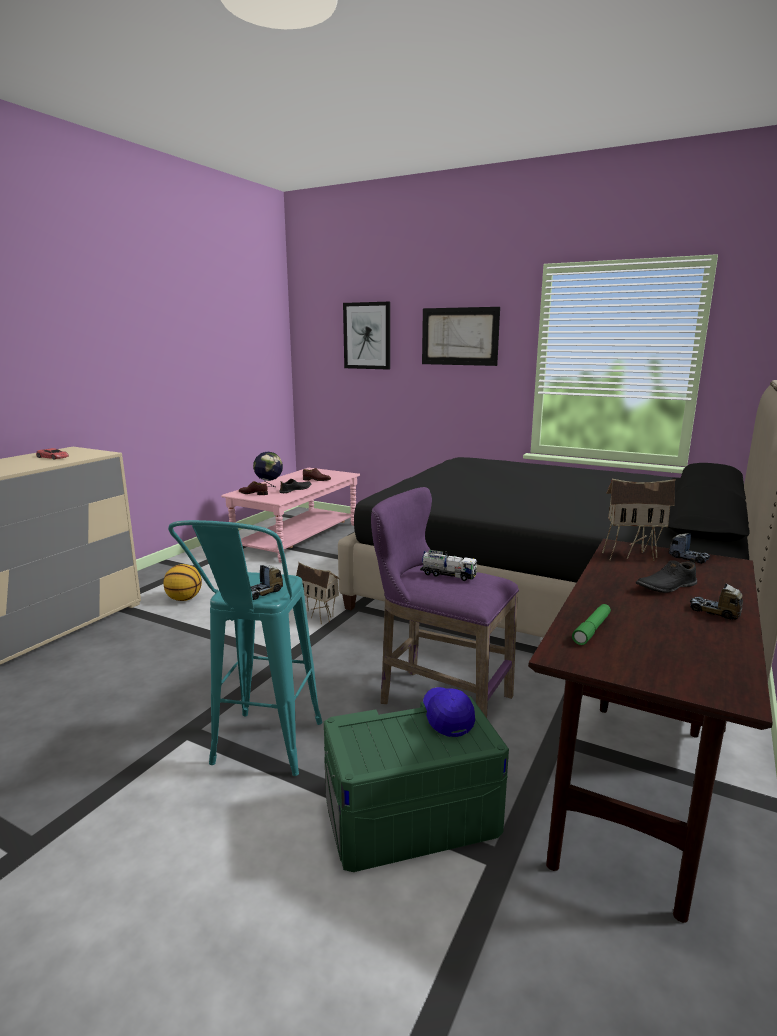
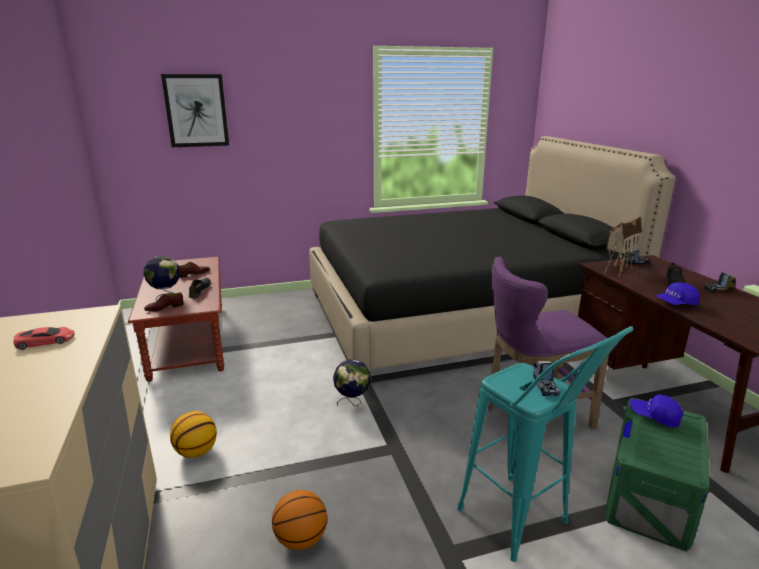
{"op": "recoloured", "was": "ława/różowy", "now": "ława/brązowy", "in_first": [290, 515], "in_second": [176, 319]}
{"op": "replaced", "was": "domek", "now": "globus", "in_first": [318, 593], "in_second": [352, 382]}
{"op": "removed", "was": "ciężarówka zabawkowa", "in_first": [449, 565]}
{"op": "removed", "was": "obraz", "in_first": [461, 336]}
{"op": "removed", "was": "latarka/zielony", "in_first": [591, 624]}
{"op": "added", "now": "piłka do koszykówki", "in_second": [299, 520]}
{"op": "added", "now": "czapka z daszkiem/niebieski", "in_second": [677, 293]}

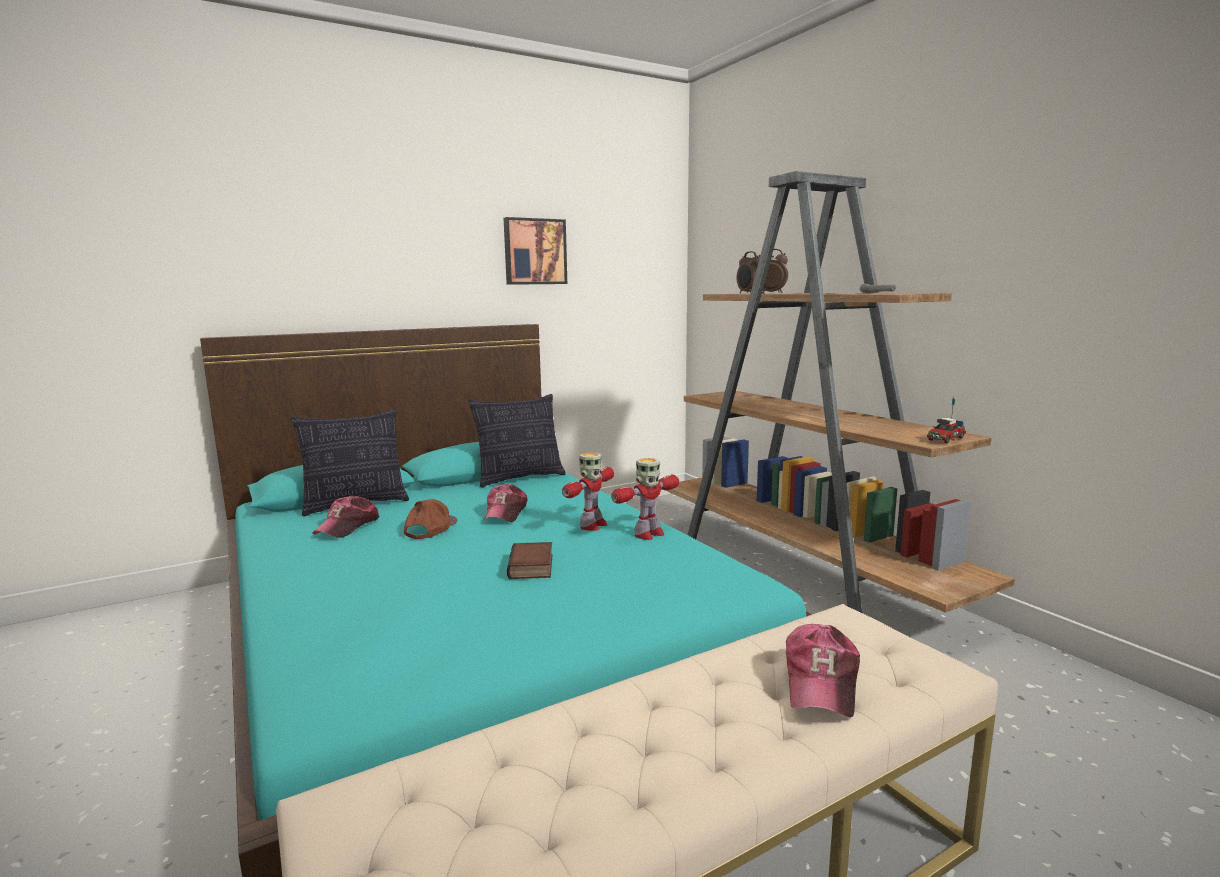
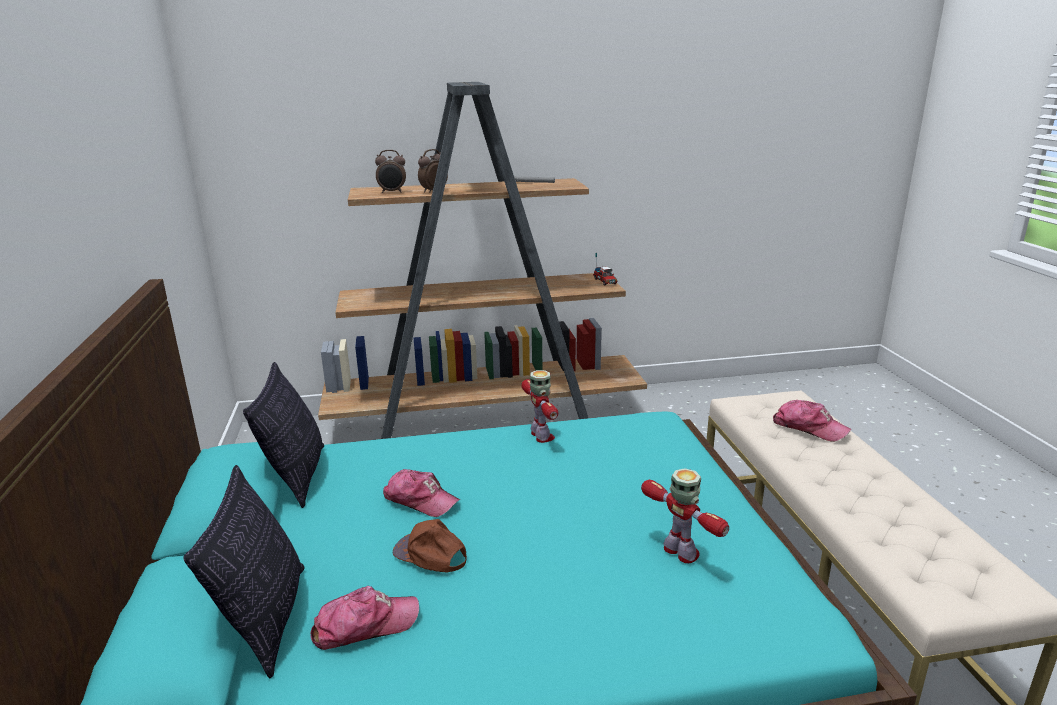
{"op": "turned", "was": "czapka z daszkiem", "in_first": [346, 517], "in_second": [364, 618], "clockwise": -60}
{"op": "removed", "was": "obraz", "in_first": [535, 251]}
{"op": "removed", "was": "książka", "in_first": [530, 560]}
{"op": "moved", "was": "robot zabawkowy", "in_first": [588, 491], "in_second": [685, 515]}

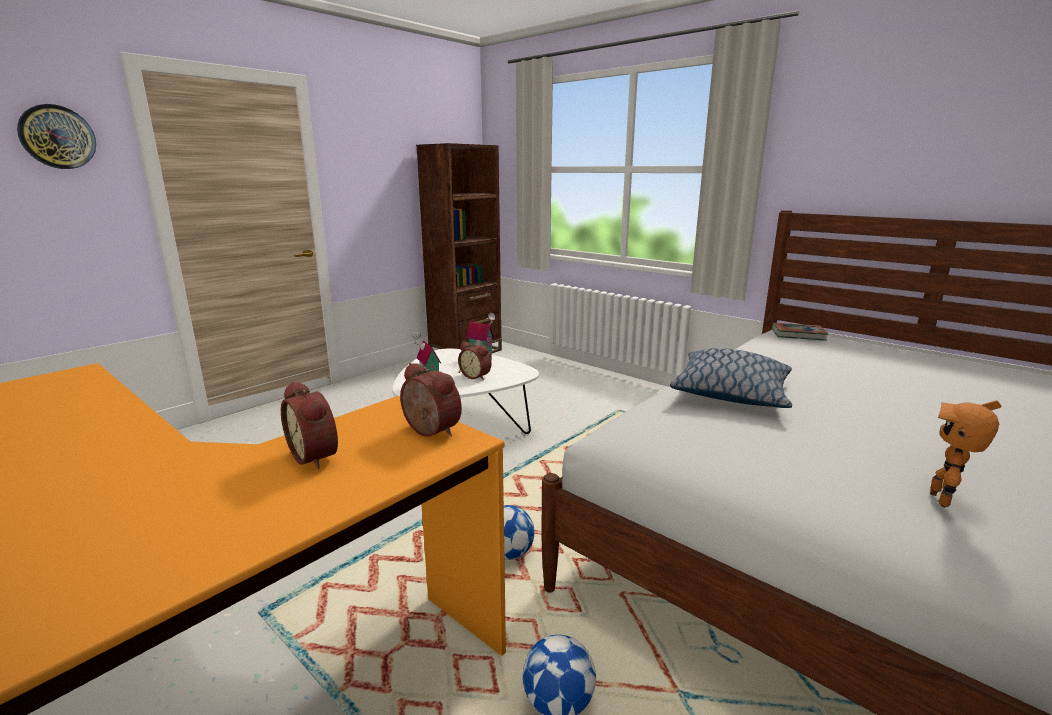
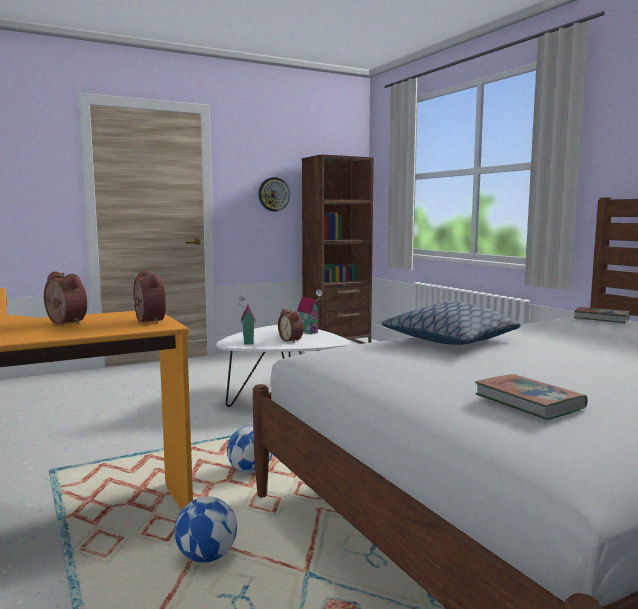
{"op": "moved", "was": "zegar ścienny", "in_first": [56, 136], "in_second": [274, 194]}
{"op": "turned", "was": "budzik", "in_first": [309, 425], "in_second": [65, 298], "clockwise": 150}
{"op": "replaced", "was": "robot zabawkowy", "now": "książka", "in_first": [965, 454], "in_second": [531, 397]}

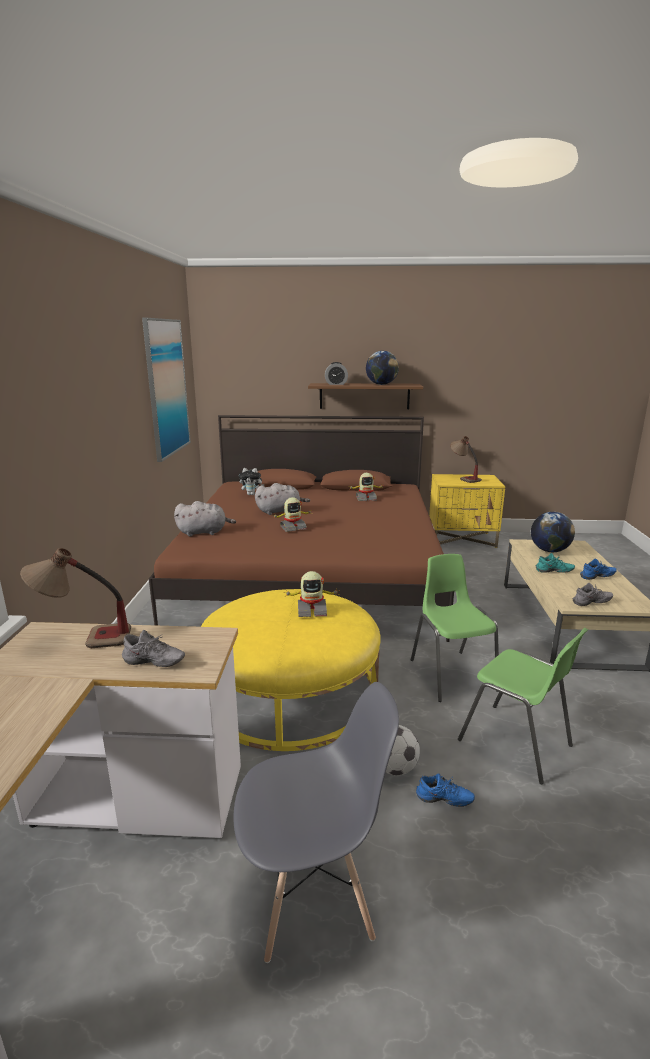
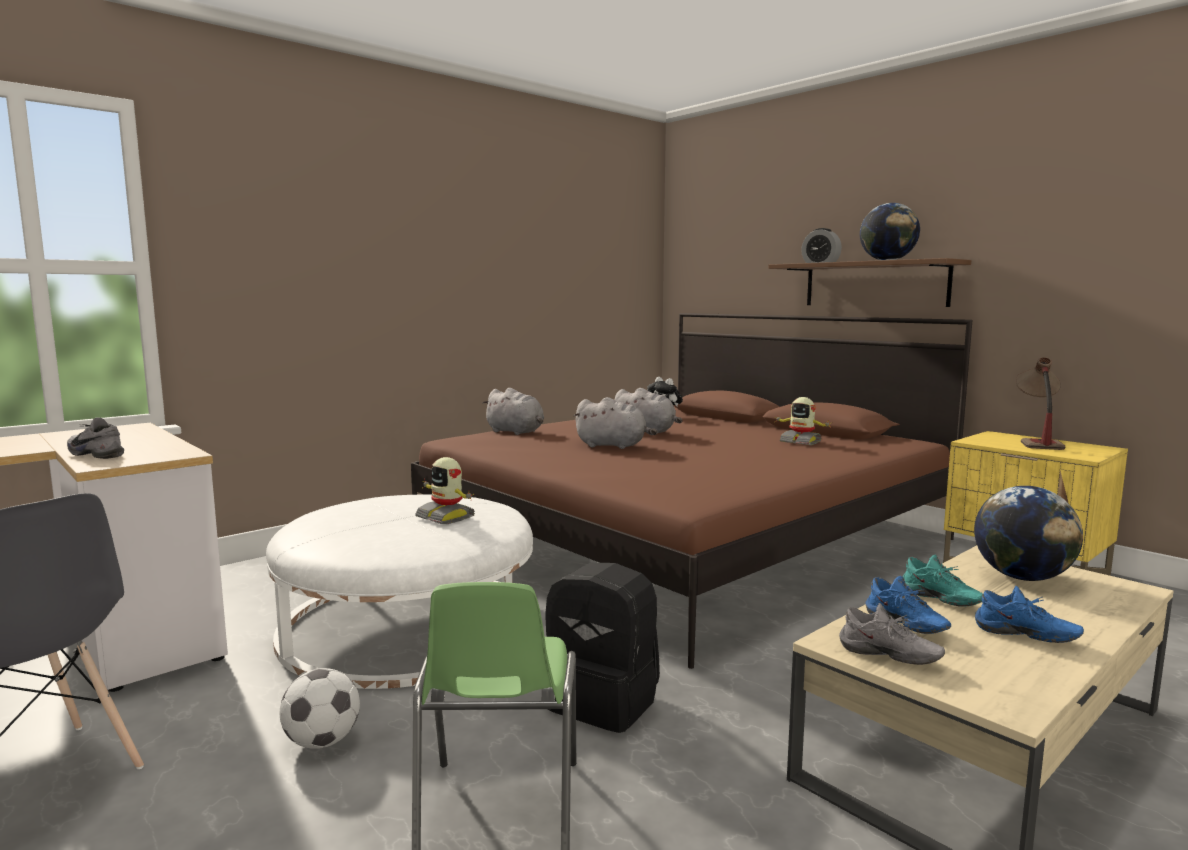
{"op": "removed", "was": "lampa stołowa", "in_first": [75, 598]}
{"op": "turned", "was": "but/szary", "in_first": [153, 648], "in_second": [95, 438], "clockwise": 150}
{"op": "removed", "was": "obraz", "in_first": [166, 390]}
{"op": "recoloured", "was": "pufa/żółty", "now": "pufa/biały", "in_first": [291, 670], "in_second": [399, 592]}
{"op": "replaced", "was": "robot zabawkowy", "now": "pluszak/szary", "in_first": [292, 514], "in_second": [616, 423]}
{"op": "replaced", "was": "krzesło/zielony", "now": "plecak/czarny", "in_first": [455, 628], "in_second": [602, 648]}
{"op": "moved", "was": "but/niebieski", "in_first": [445, 790], "in_second": [908, 605]}

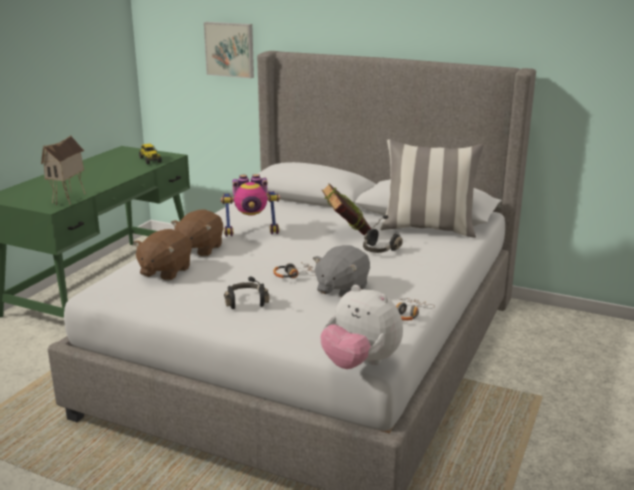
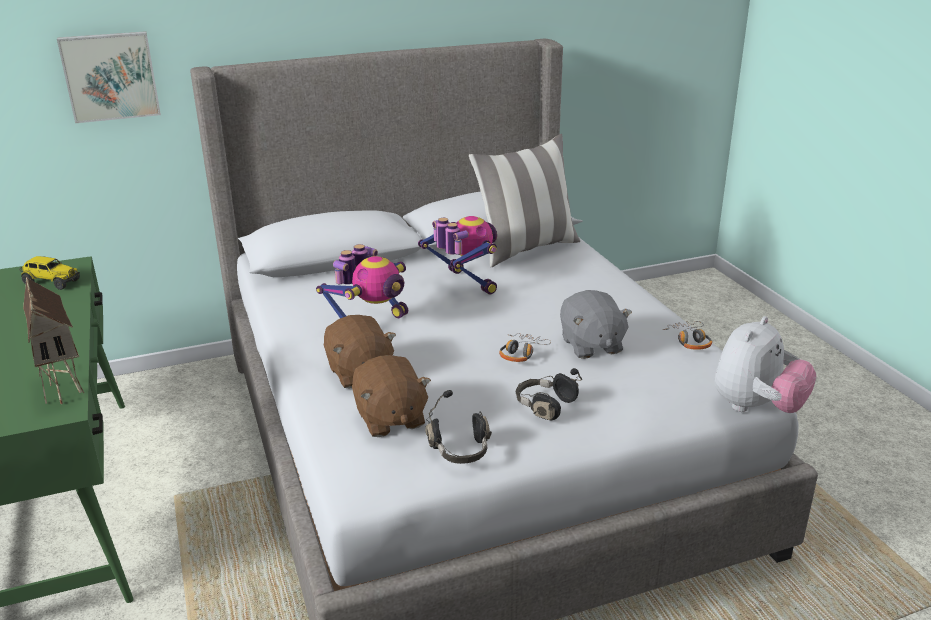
{"op": "turned", "was": "pluszak", "in_first": [362, 327], "in_second": [766, 364], "clockwise": -45}
{"op": "replaced", "was": "książka", "now": "robot zabawkowy", "in_first": [346, 209], "in_second": [457, 255]}
{"op": "moved", "was": "słuchawki/czarny", "in_first": [383, 234], "in_second": [458, 427]}

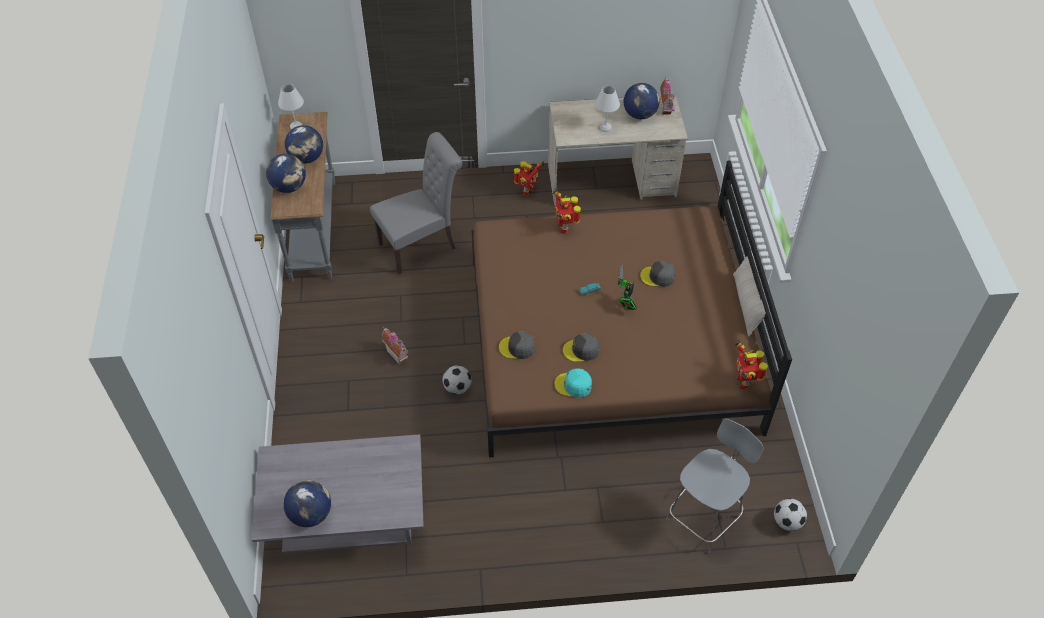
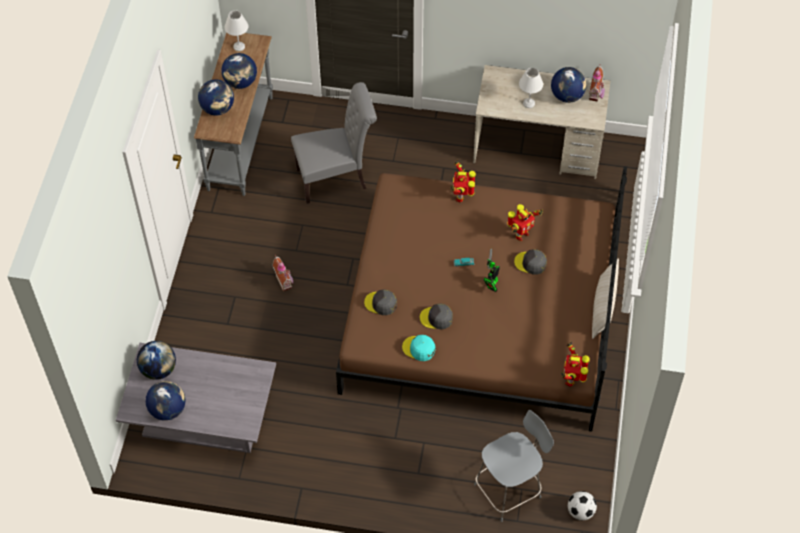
{"op": "removed", "was": "piłka futbolowa", "in_first": [457, 380]}
{"op": "moved", "was": "robot zabawkowy", "in_first": [529, 178], "in_second": [525, 222]}
{"op": "added", "now": "globus", "in_second": [156, 360]}

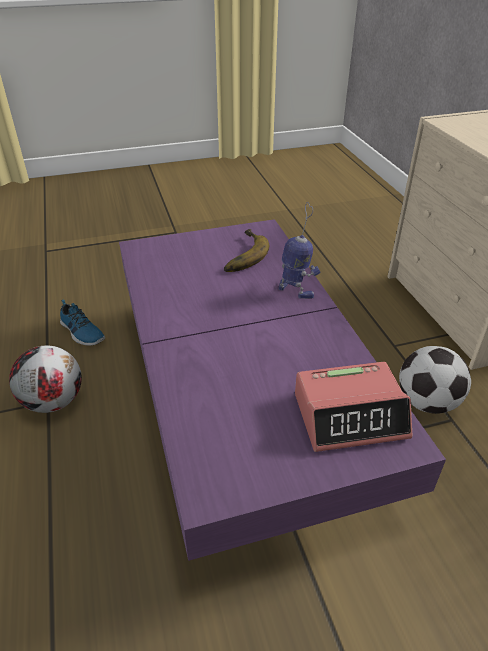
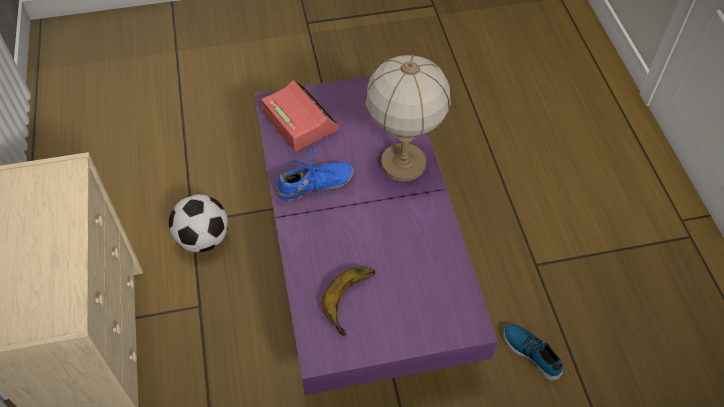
{"op": "removed", "was": "piłka futbolowa", "in_first": [45, 379]}
{"op": "removed", "was": "robot zabawkowy", "in_first": [299, 250]}
{"op": "turned", "was": "budzik", "in_first": [353, 407], "in_second": [300, 115], "clockwise": 60}
{"op": "added", "now": "but/niebieski", "in_second": [315, 174]}
{"op": "added", "now": "lampa stołowa", "in_second": [408, 118]}

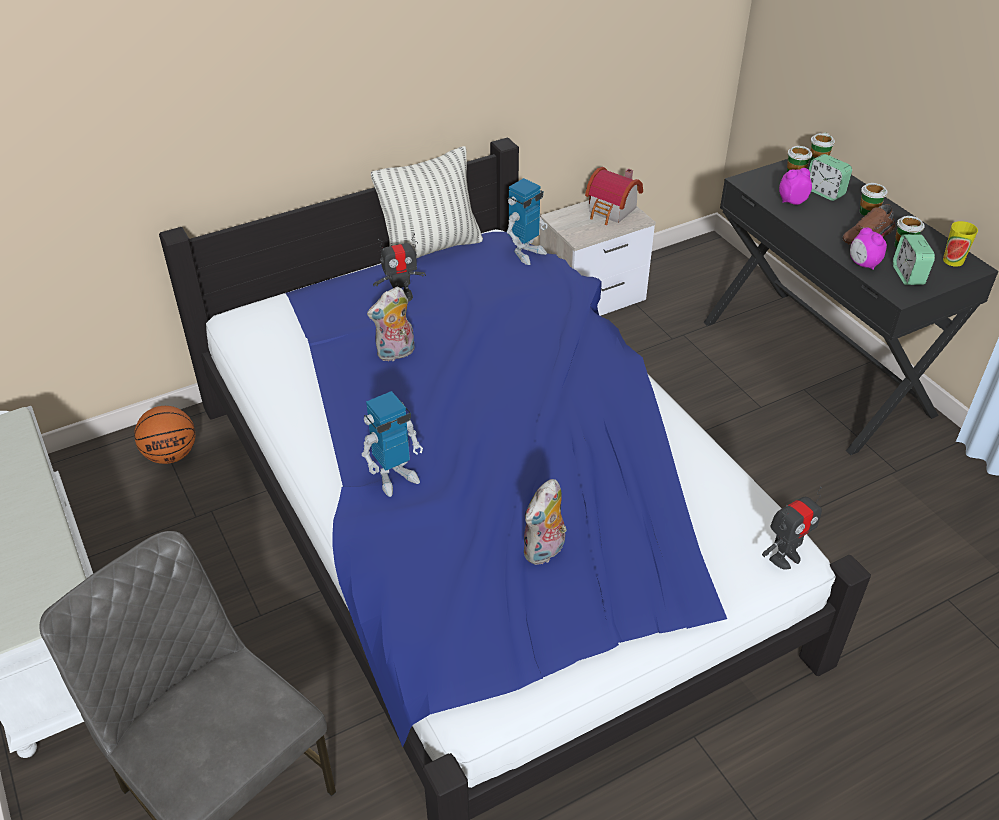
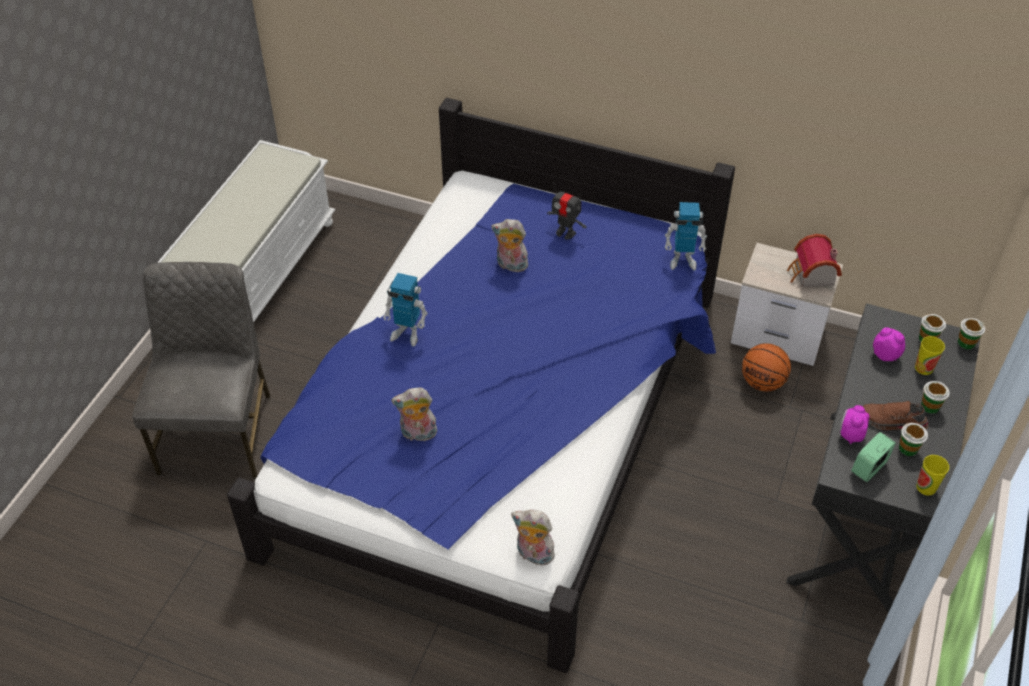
{"op": "moved", "was": "piłka do koszykówki", "in_first": [164, 435], "in_second": [766, 367]}
{"op": "removed", "was": "poduszka", "in_first": [427, 202]}
{"op": "replaced", "was": "robot zabawkowy", "now": "pluszak", "in_first": [792, 528], "in_second": [534, 537]}
{"op": "replaced", "was": "budzik", "now": "filiżanka", "in_first": [830, 177], "in_second": [930, 355]}

